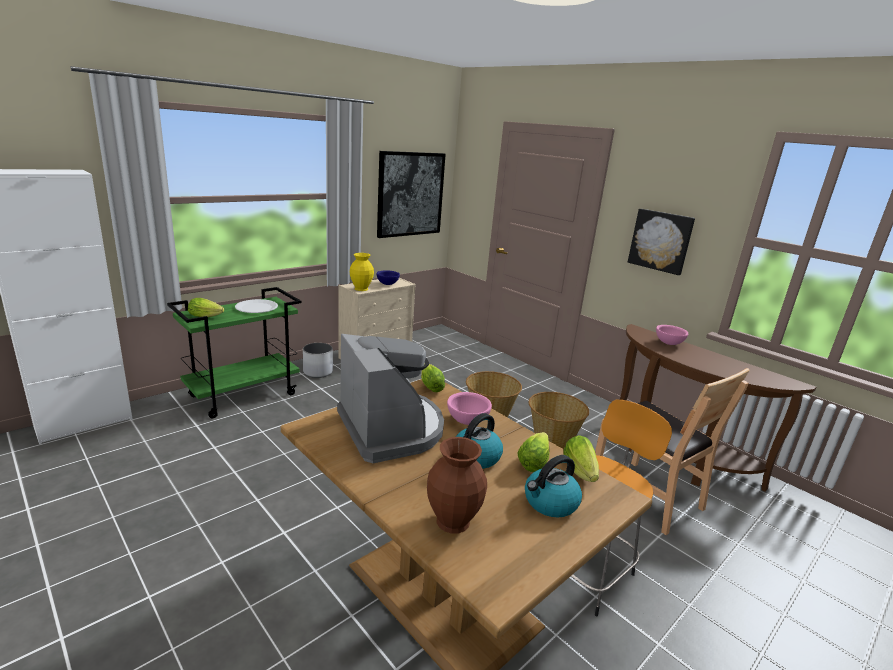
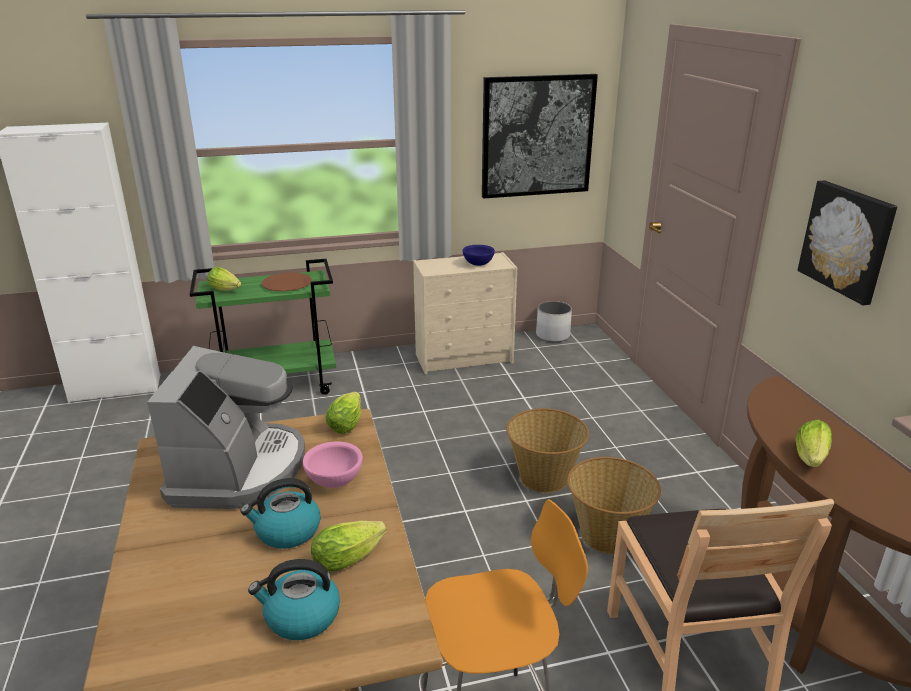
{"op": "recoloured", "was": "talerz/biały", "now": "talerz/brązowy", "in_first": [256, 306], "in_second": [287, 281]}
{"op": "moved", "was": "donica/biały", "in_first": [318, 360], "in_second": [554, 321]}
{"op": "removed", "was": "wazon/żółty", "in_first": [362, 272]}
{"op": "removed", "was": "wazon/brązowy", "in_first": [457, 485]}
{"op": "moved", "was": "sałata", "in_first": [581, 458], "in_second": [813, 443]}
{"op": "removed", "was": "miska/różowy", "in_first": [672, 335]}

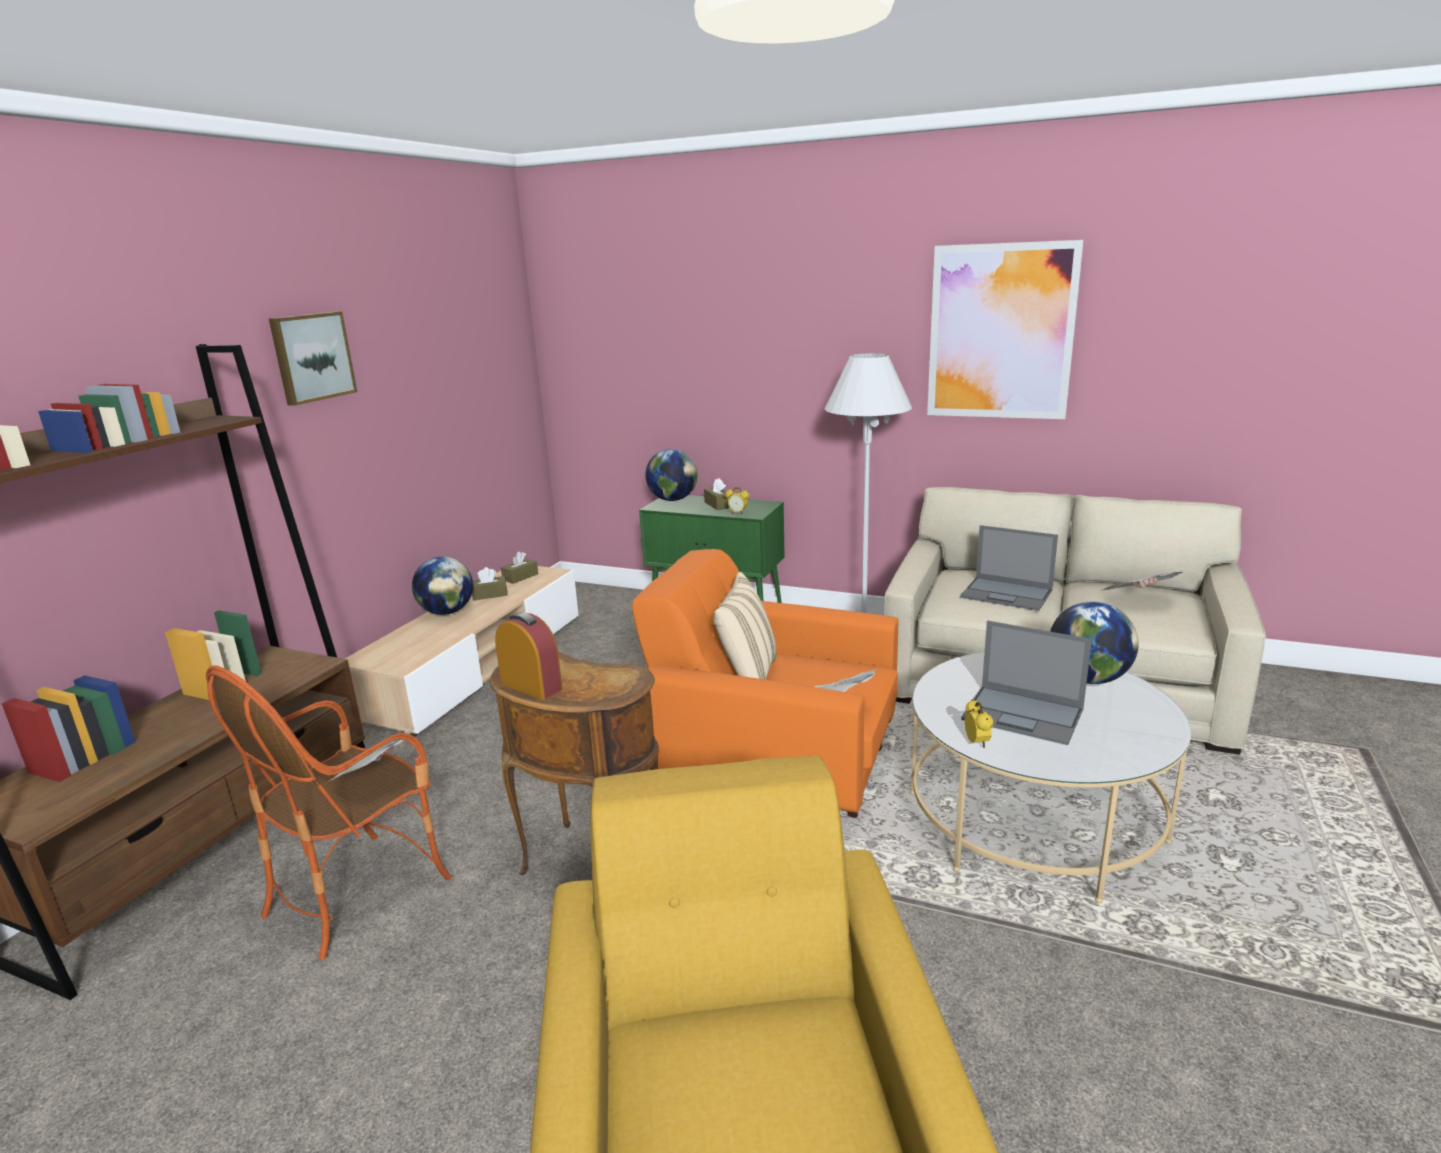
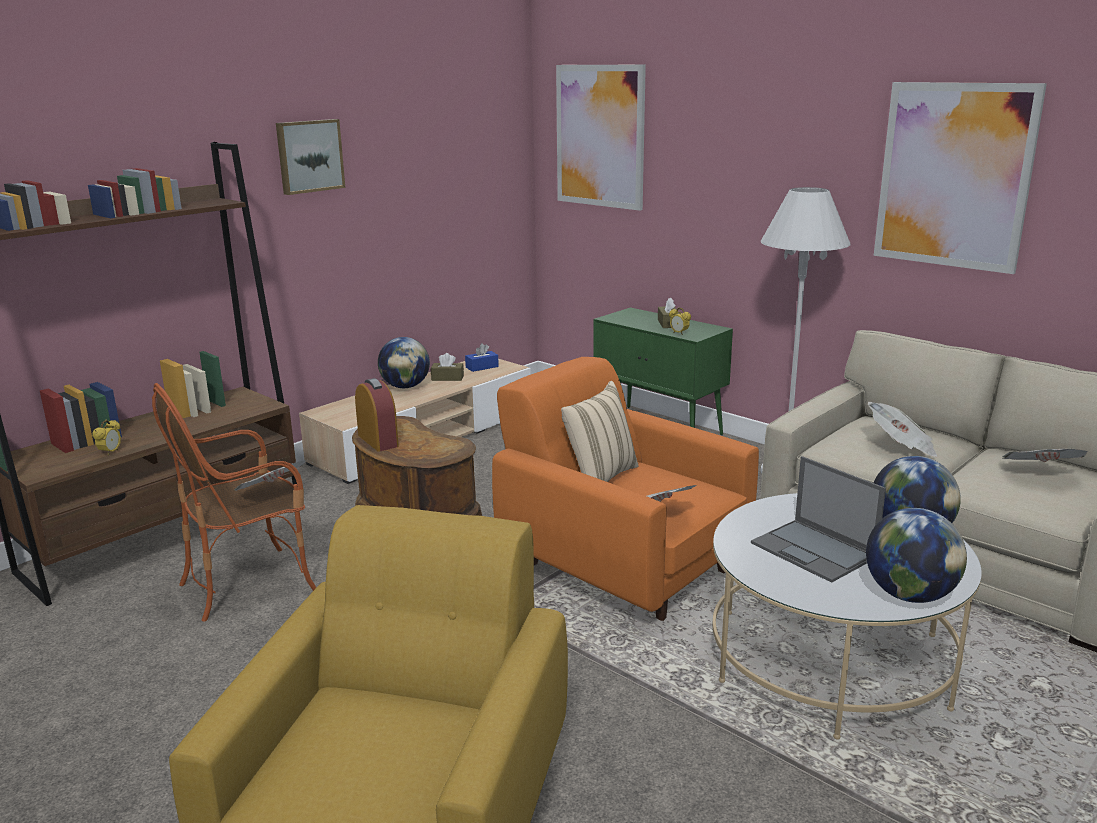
{"op": "recoloured", "was": "pudełko chusteczek/brązowy", "now": "pudełko chusteczek/niebieski", "in_first": [519, 567], "in_second": [482, 357]}
{"op": "moved", "was": "globus", "in_first": [671, 475], "in_second": [916, 555]}
{"op": "replaced", "was": "laptop", "now": "gazeta", "in_first": [1009, 568], "in_second": [902, 429]}
{"op": "moved", "was": "budzik", "in_first": [979, 724], "in_second": [106, 438]}
{"op": "added", "now": "obraz", "in_second": [601, 138]}

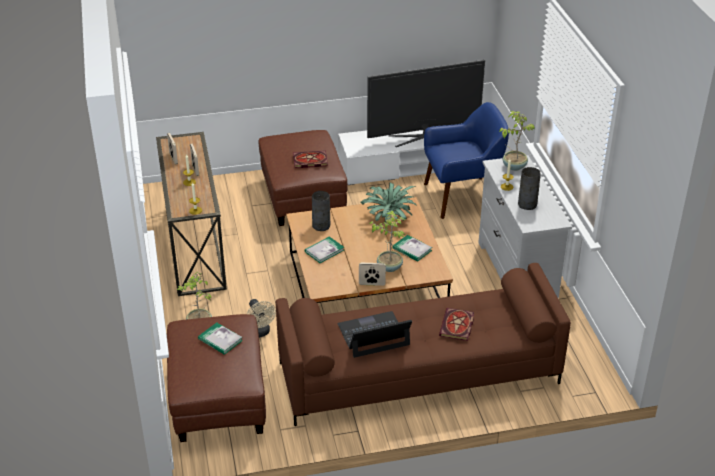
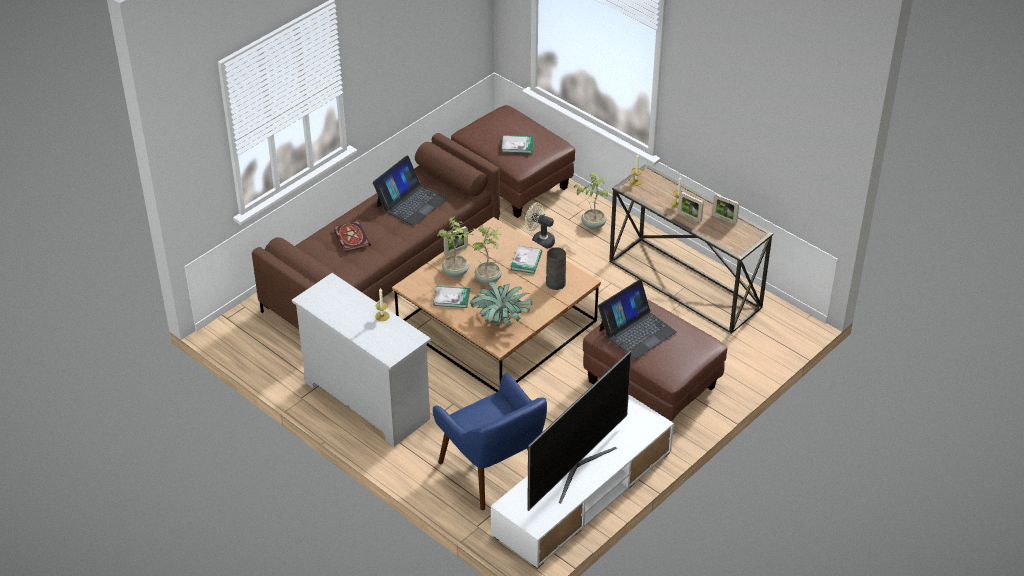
{"op": "replaced", "was": "książka", "now": "laptop", "in_first": [310, 159], "in_second": [637, 319]}
{"op": "turned", "was": "fotel/niebieski", "in_first": [466, 160], "in_second": [490, 441], "clockwise": -75}
{"op": "moved", "was": "roślina doniczkowa", "in_first": [517, 141], "in_second": [487, 254]}
{"op": "removed", "was": "wazon/szary", "in_first": [529, 188]}

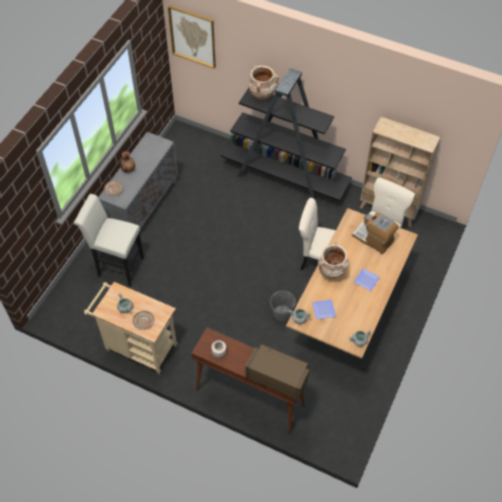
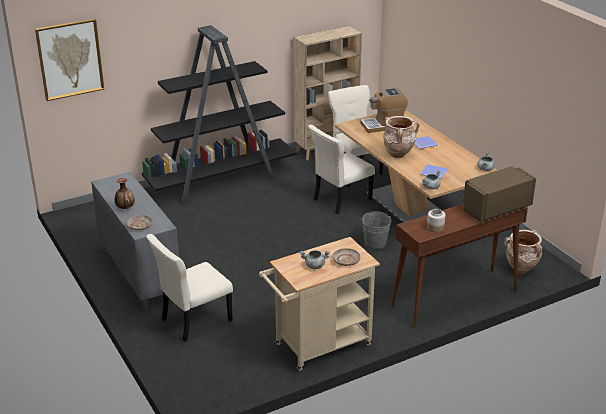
{"op": "replaced", "was": "stołek/biały", "now": "krzesło/beżowy", "in_first": [109, 240], "in_second": [189, 288]}
{"op": "moved", "was": "wazon/beżowy", "in_first": [264, 82], "in_second": [523, 252]}

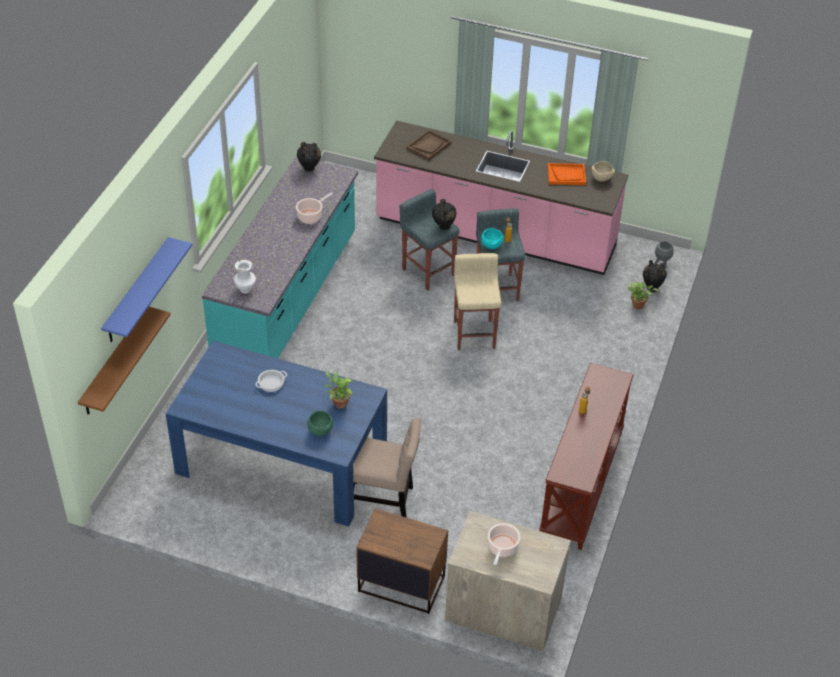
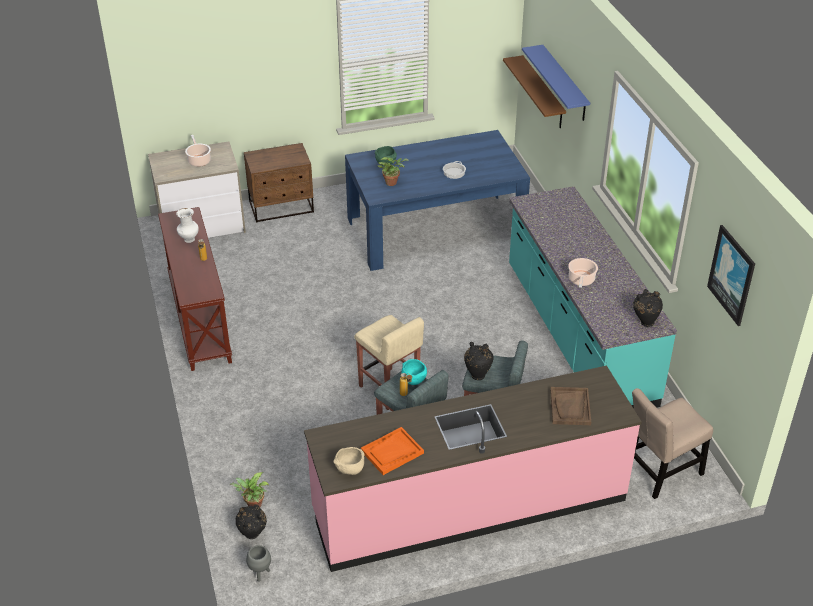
{"op": "moved", "was": "wazon/biały", "in_first": [245, 276], "in_second": [187, 225]}
{"op": "moved", "was": "krzesło/beżowy", "in_first": [387, 467], "in_second": [672, 443]}
{"op": "added", "now": "obraz", "in_second": [731, 275]}

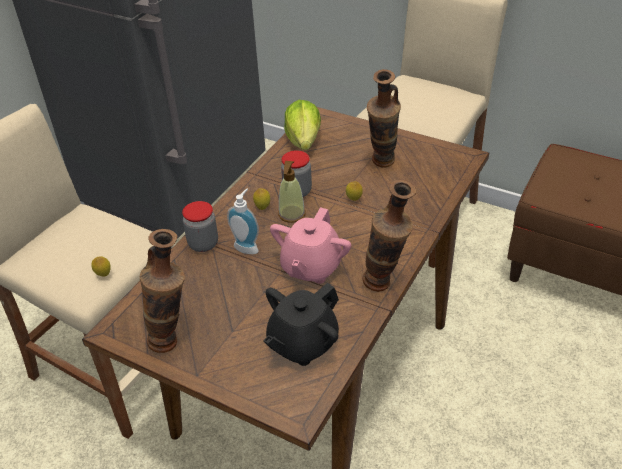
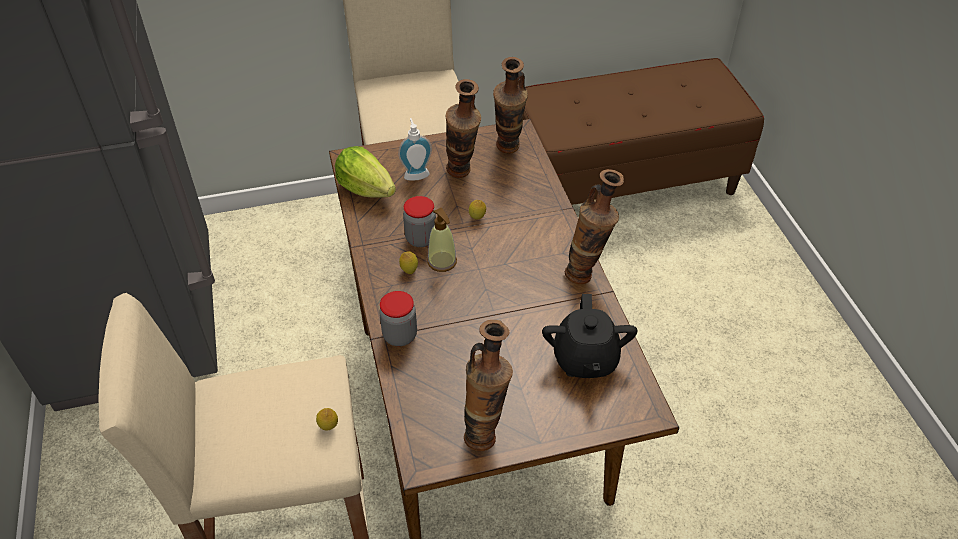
{"op": "moved", "was": "dozownik mydła", "in_first": [243, 221], "in_second": [415, 149]}
{"op": "removed", "was": "imbryk/różowy", "in_first": [310, 245]}
{"op": "added", "now": "wazon", "in_second": [510, 105]}

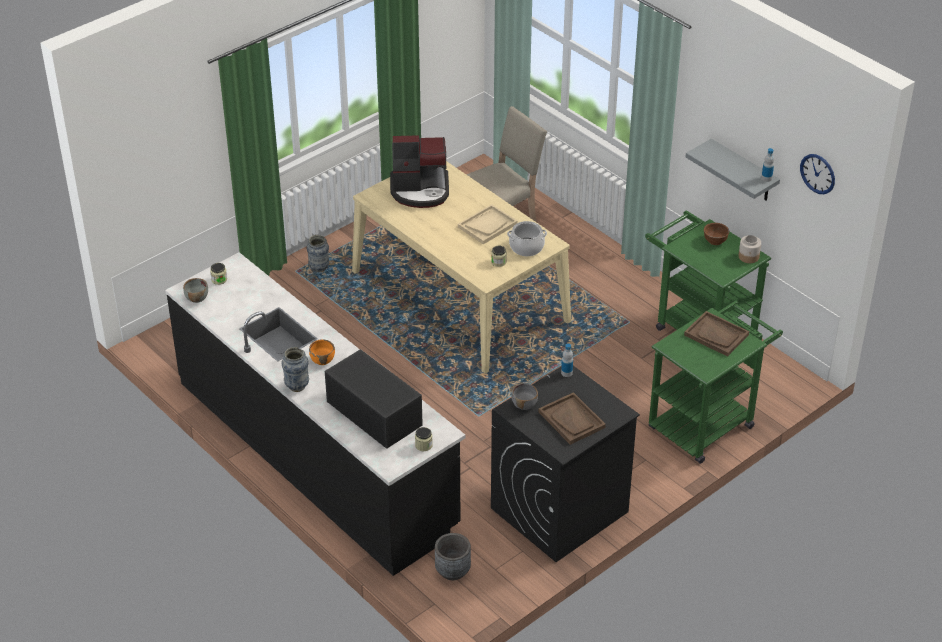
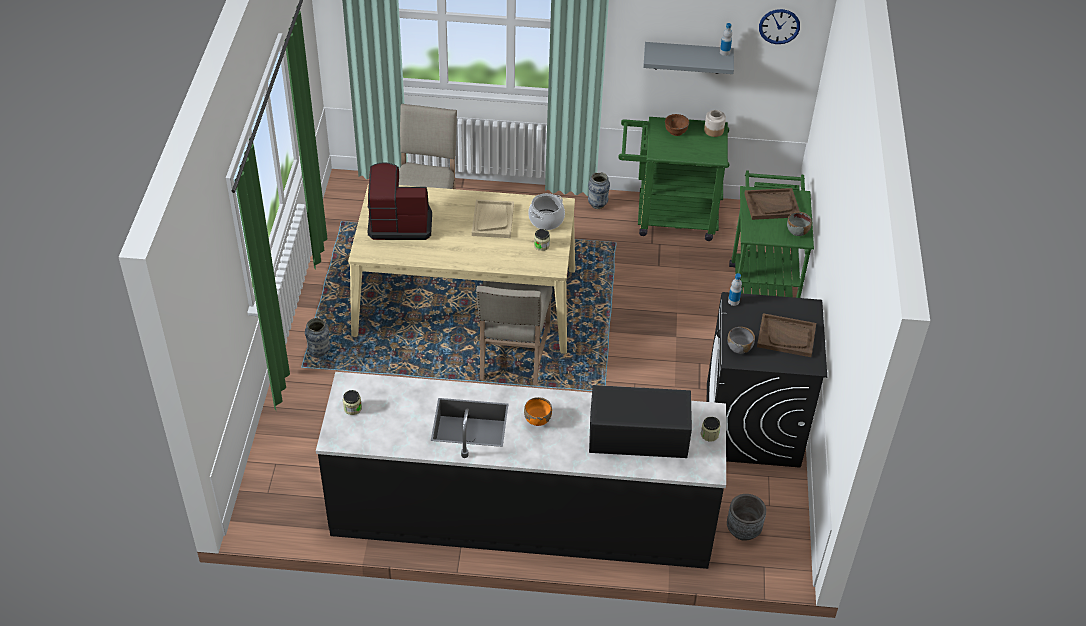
{"op": "moved", "was": "miska/szary", "in_first": [195, 290], "in_second": [799, 224]}
{"op": "moved", "was": "wazon", "in_first": [295, 369], "in_second": [599, 190]}
{"op": "turned", "was": "ekspres do kawy", "in_first": [419, 171], "in_second": [400, 201], "clockwise": -135}
{"op": "added", "now": "krzesło/beżowy", "in_second": [514, 333]}

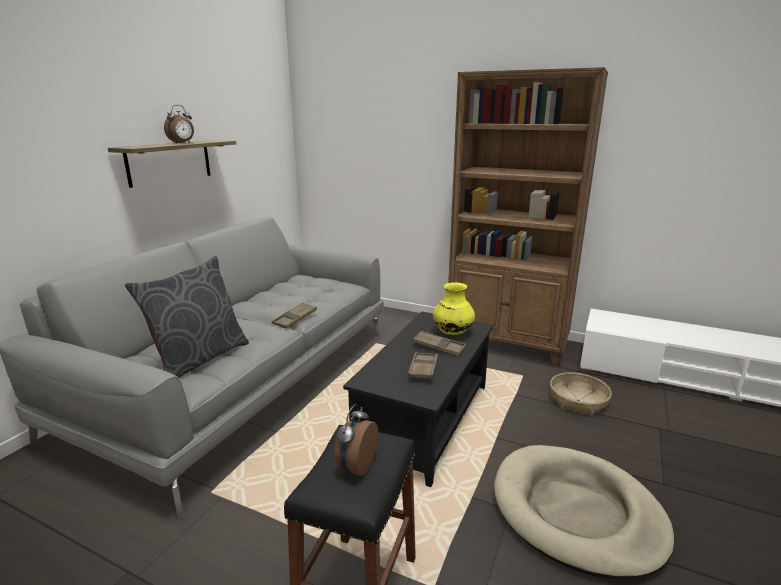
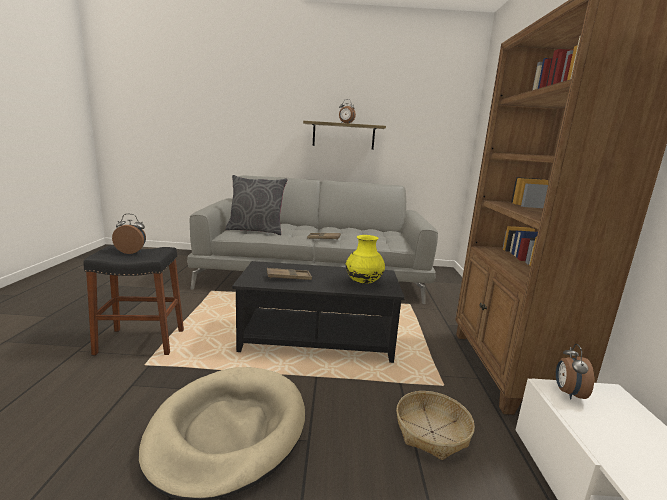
{"op": "removed", "was": "taca/brązowy", "in_first": [439, 343]}
{"op": "added", "now": "budzik", "in_second": [575, 372]}

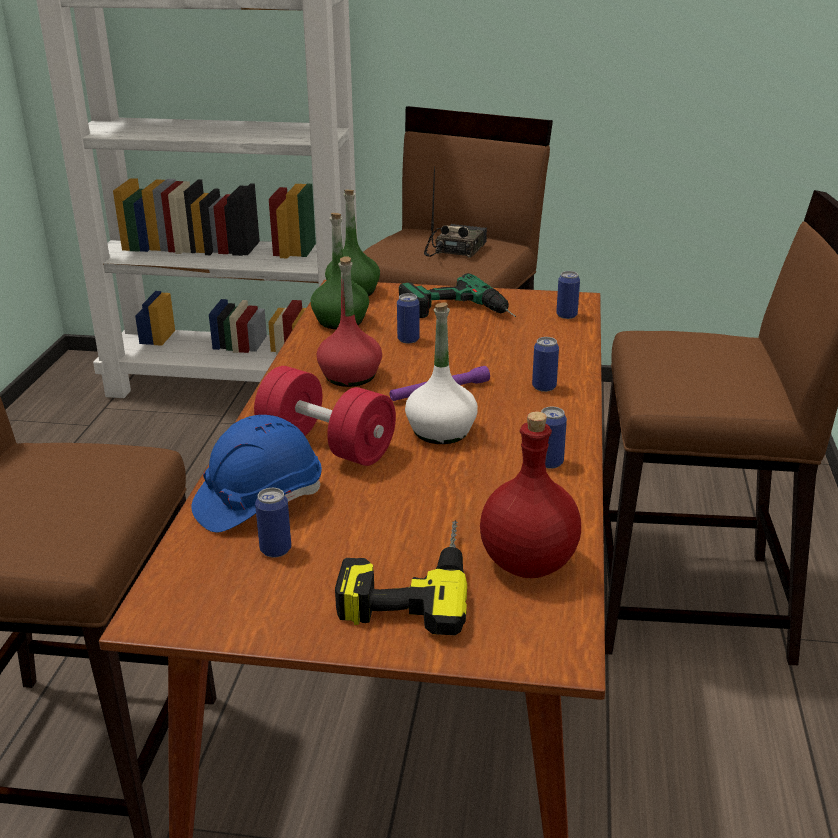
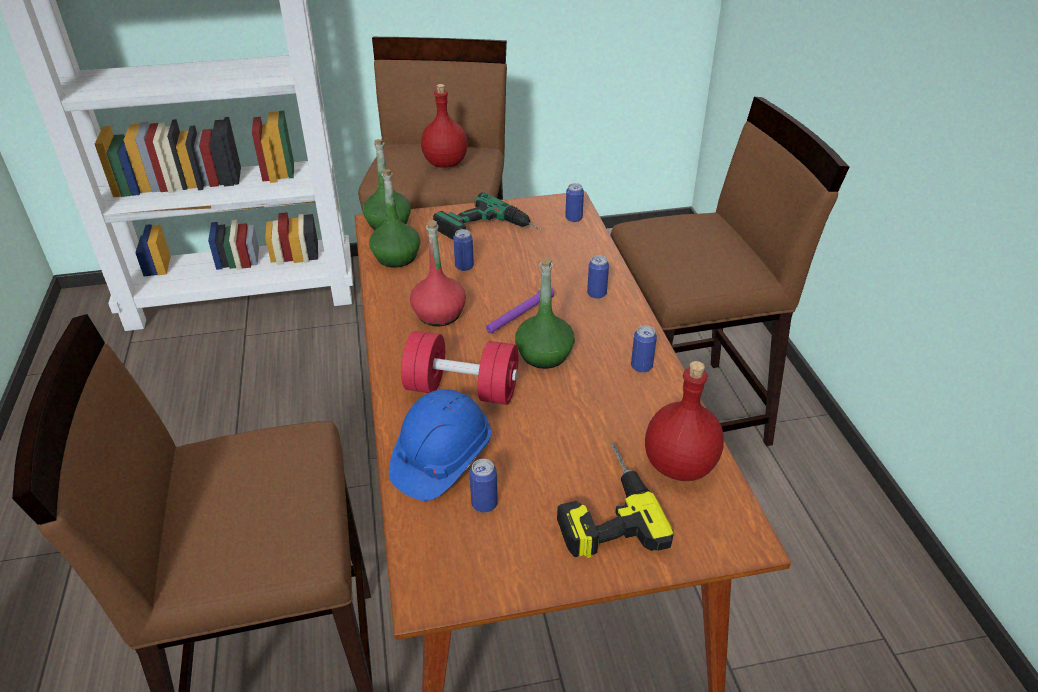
{"op": "recoloured", "was": "butelka/biały", "now": "butelka/zielony", "in_first": [441, 373], "in_second": [545, 313]}
{"op": "replaced", "was": "radio", "now": "butelka/czerwony", "in_first": [455, 212], "in_second": [444, 126]}

